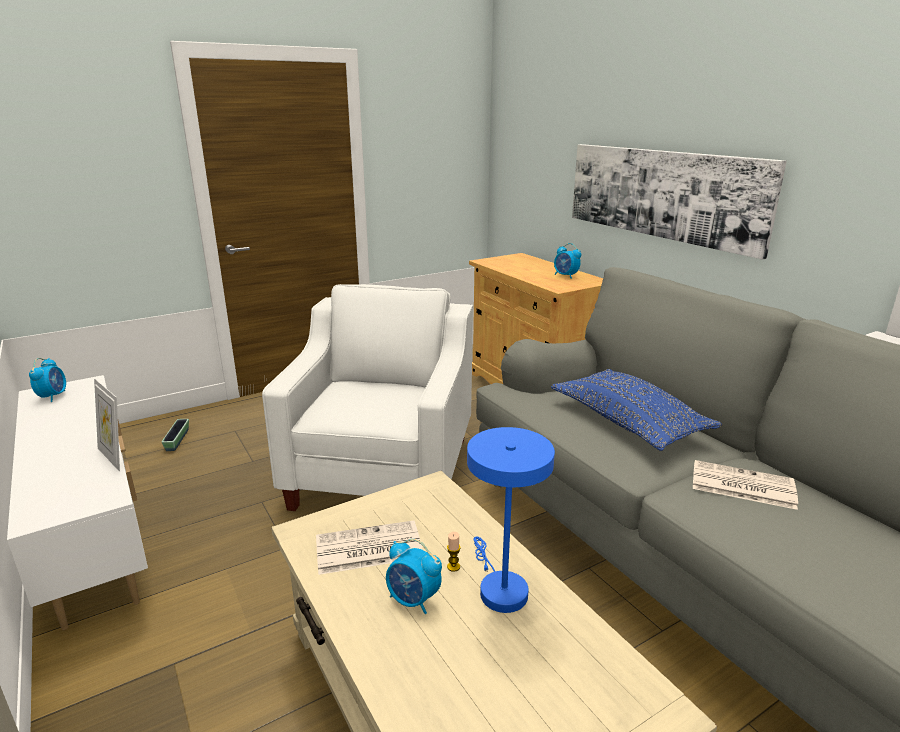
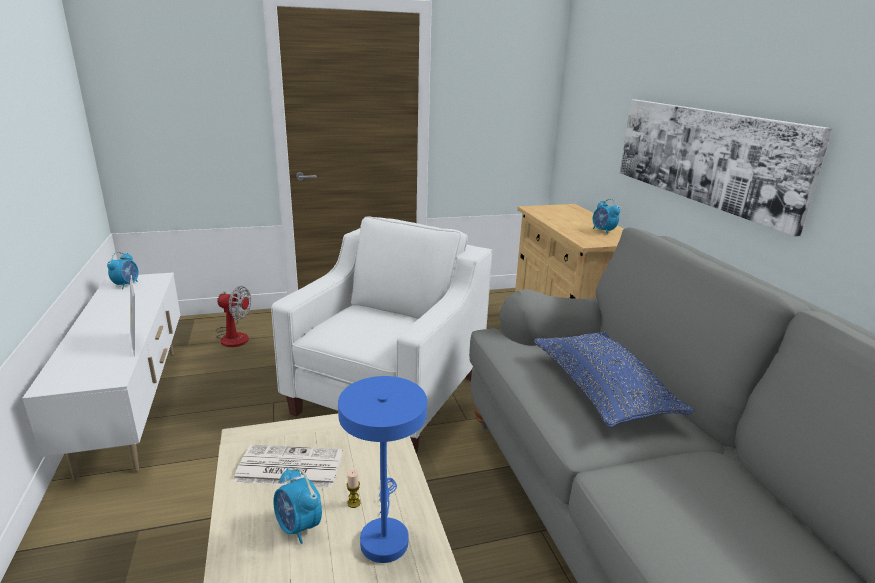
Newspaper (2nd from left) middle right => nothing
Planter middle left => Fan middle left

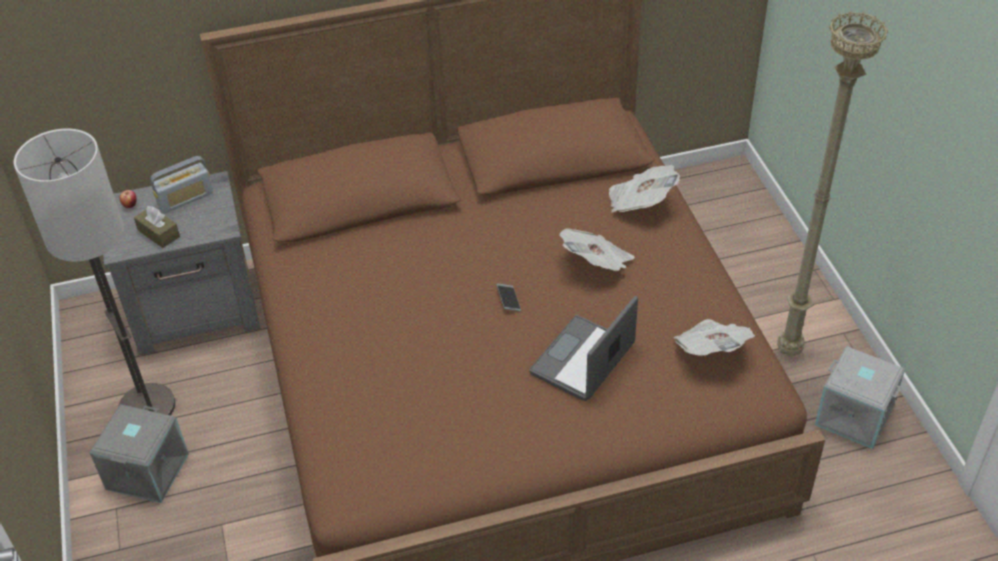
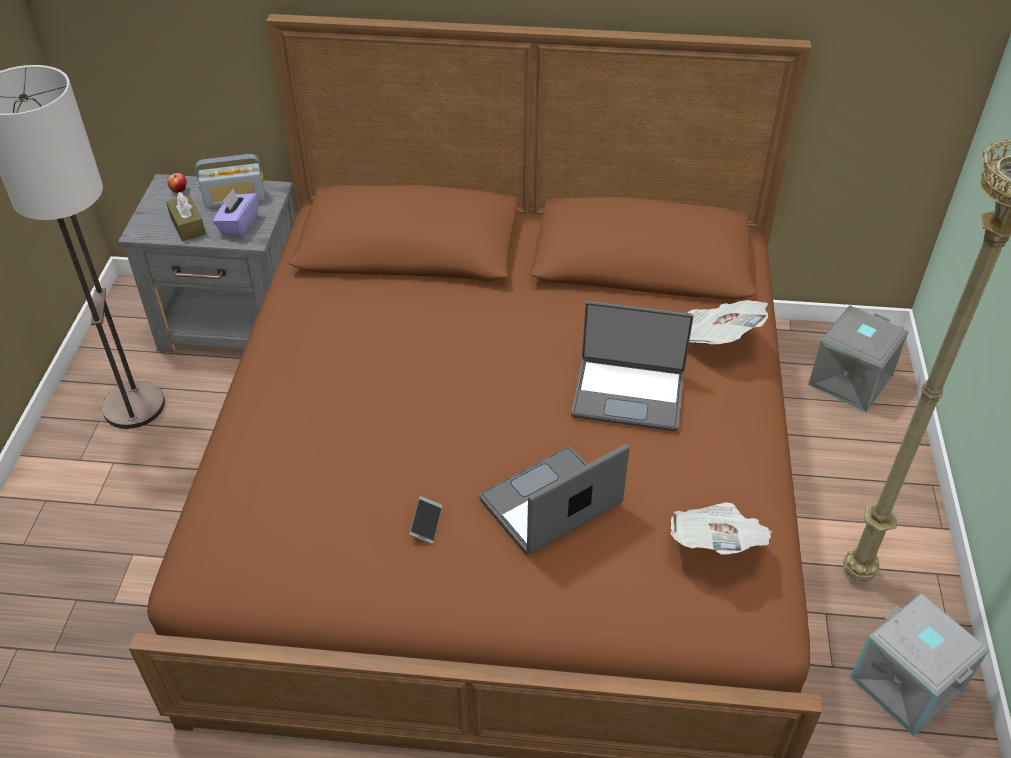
nothing => PurpleTissueBox top left
GreyStorageBox (1st from left) bottom left => GreyStorageBox (1st from left) middle right, move
Phone centre => Phone bottom centre, move
Newspaper (1st from left) centre => Laptop (2nd from left) centre

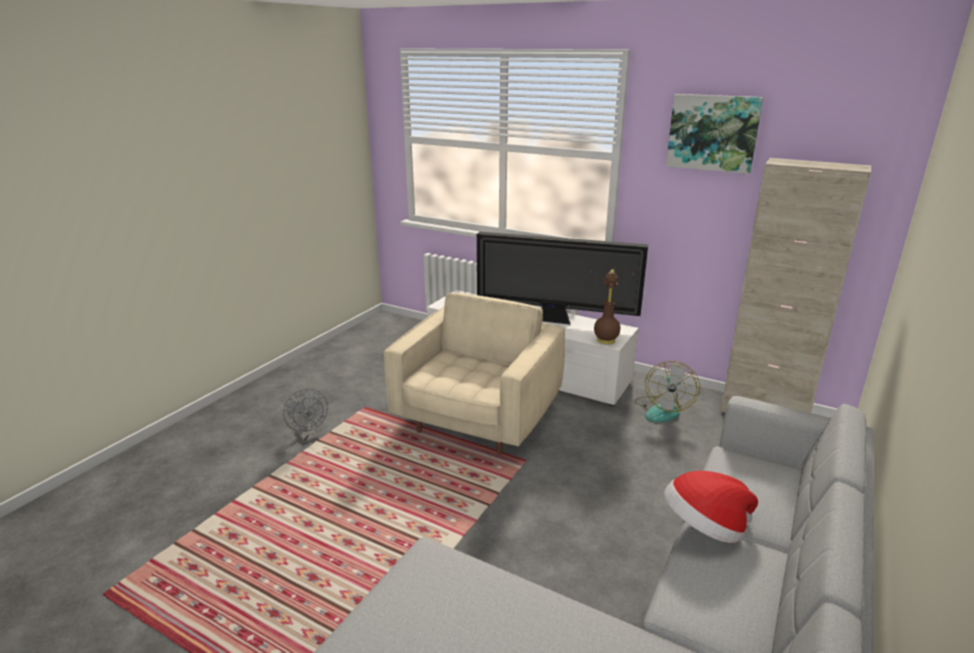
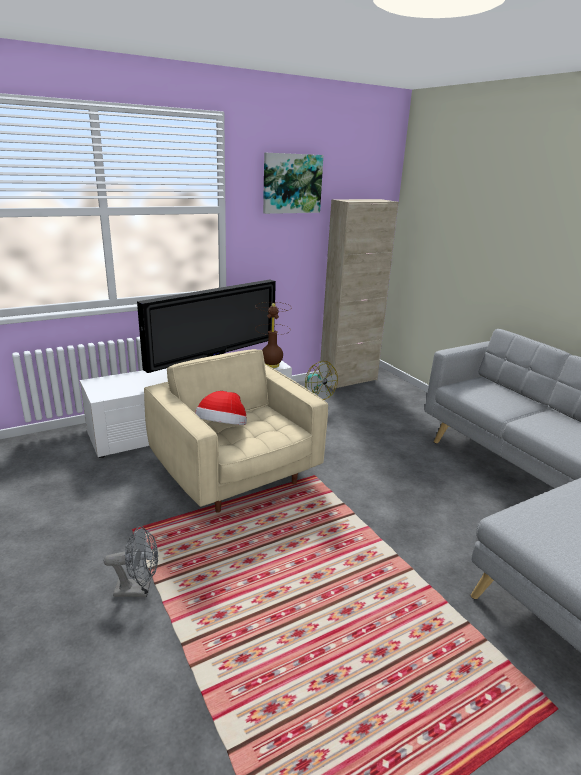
Hat bottom right => Hat centre, move

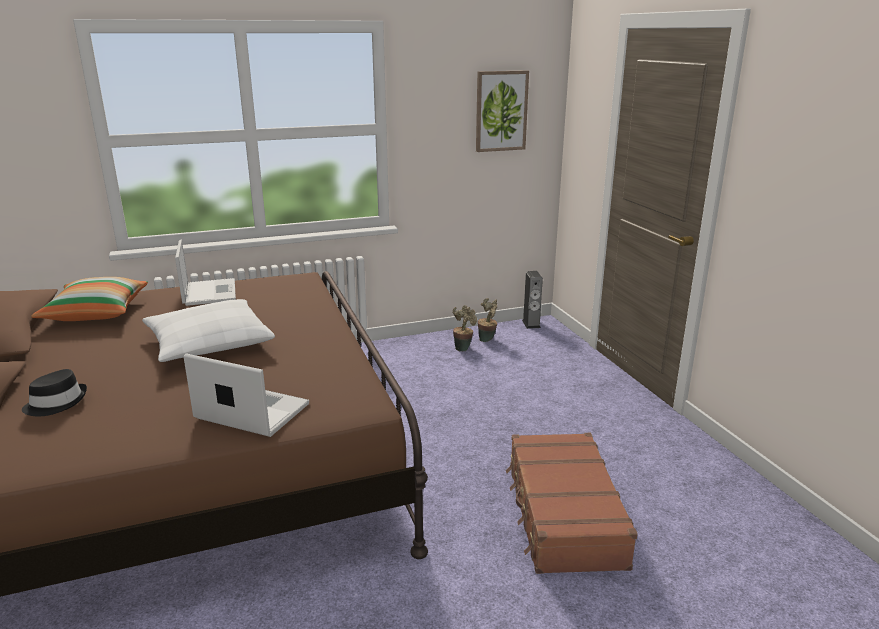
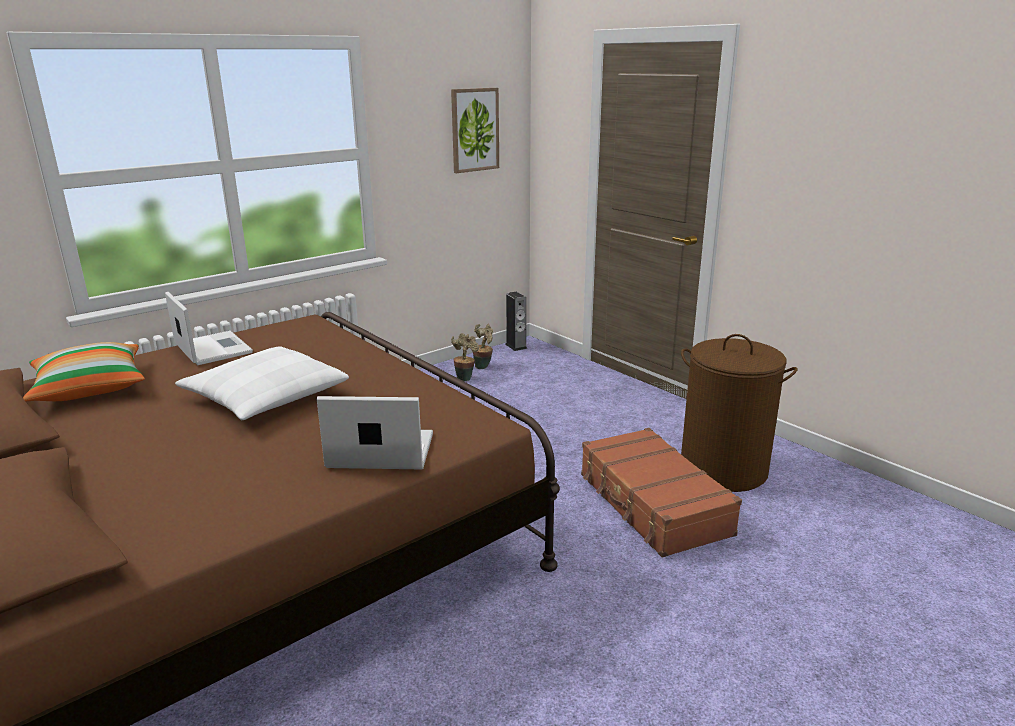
BlackHat middle left => nothing
nothing => BrownLaundryBasket middle right

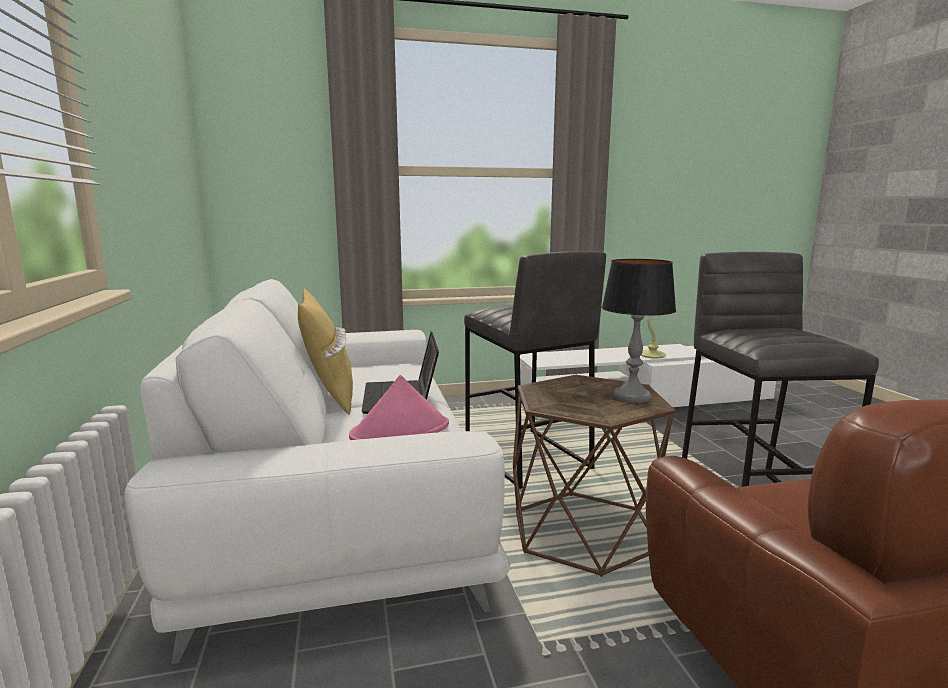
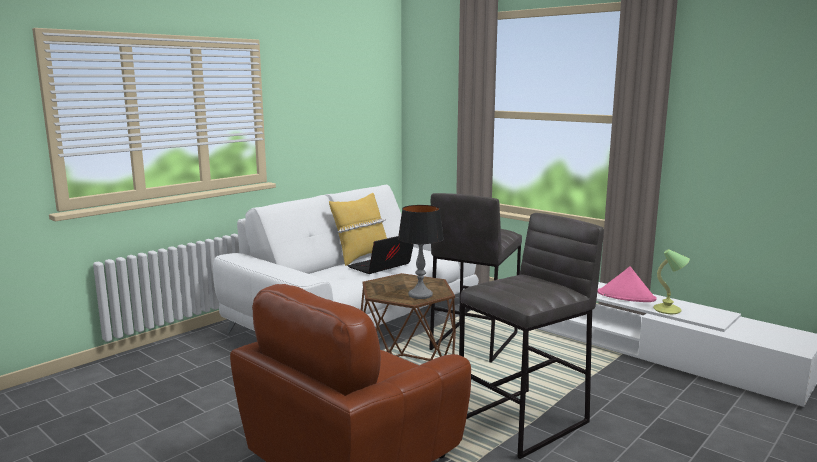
PinkHat centre => PinkHat middle right, move

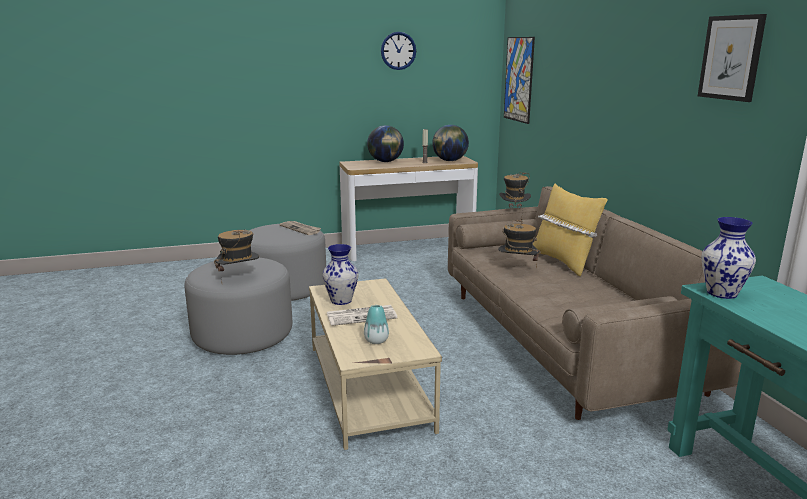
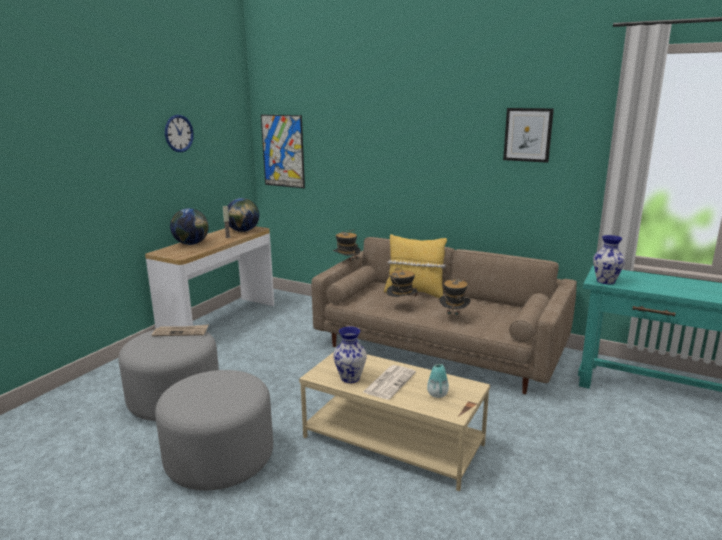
Hat (1st from left in the first image) middle left => Hat (3rd from left) centre, move

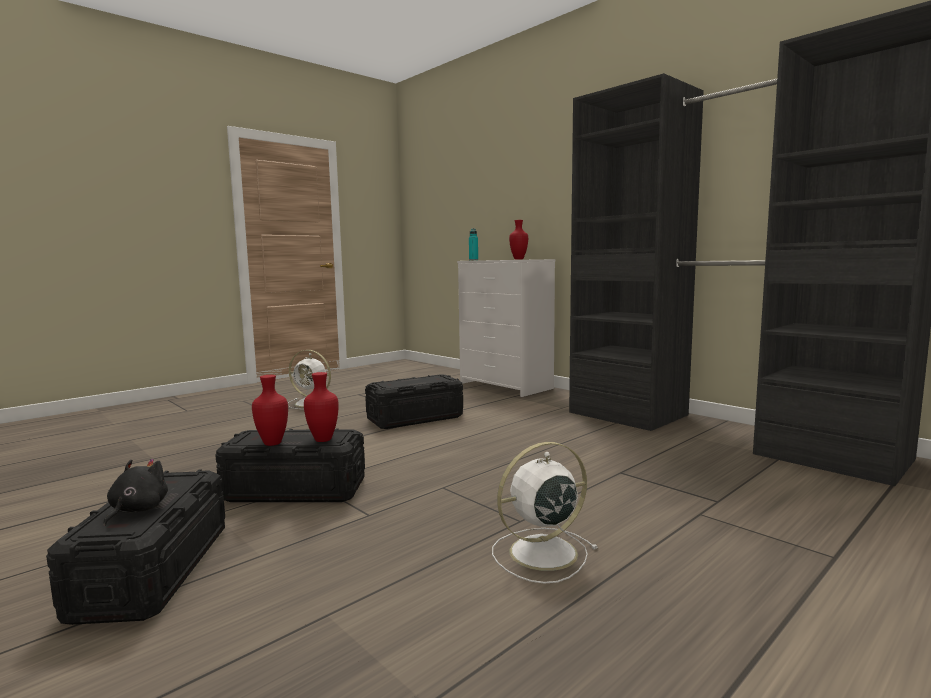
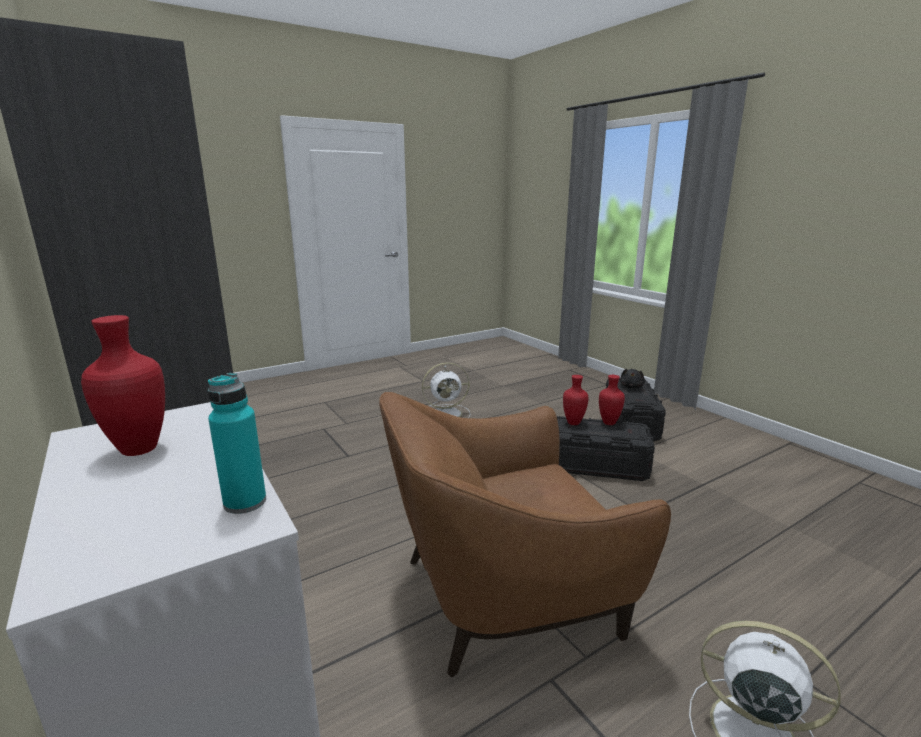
BlackStorageBox (3rd from left) centre => BrownArmchair bottom centre

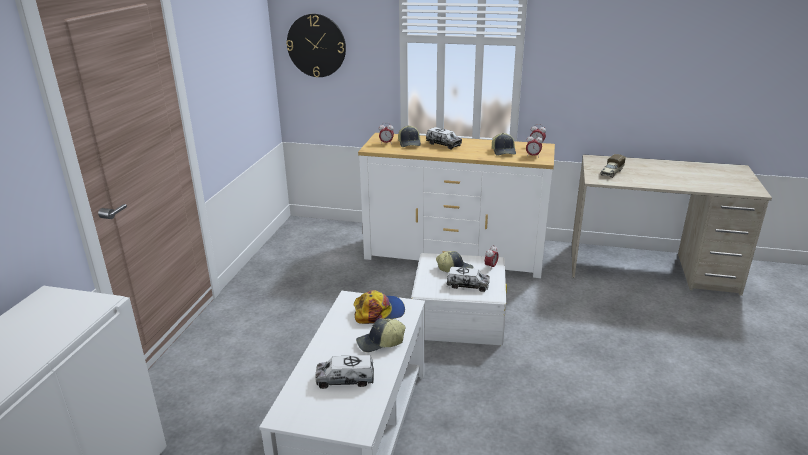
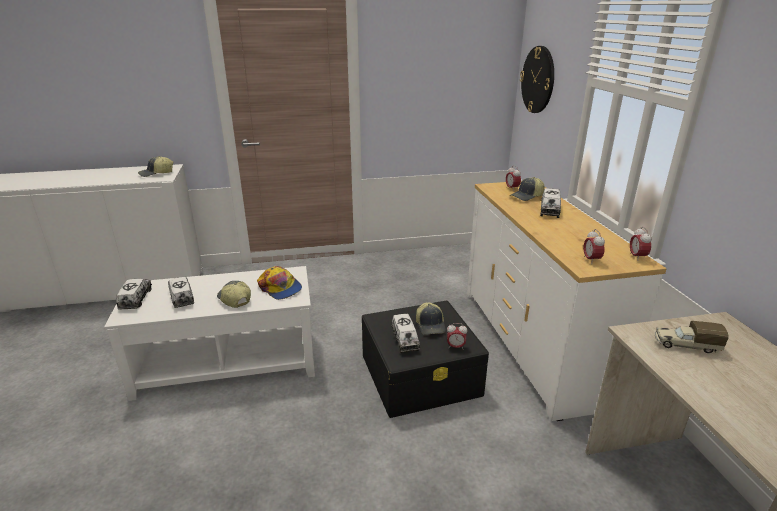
nothing => ToyTruck (1st from left) middle left
Cap (5th from left in the first image) top centre => Cap (1st from left) top left, move
WhiteStorageBox centre => BlackStorageBox bottom centre

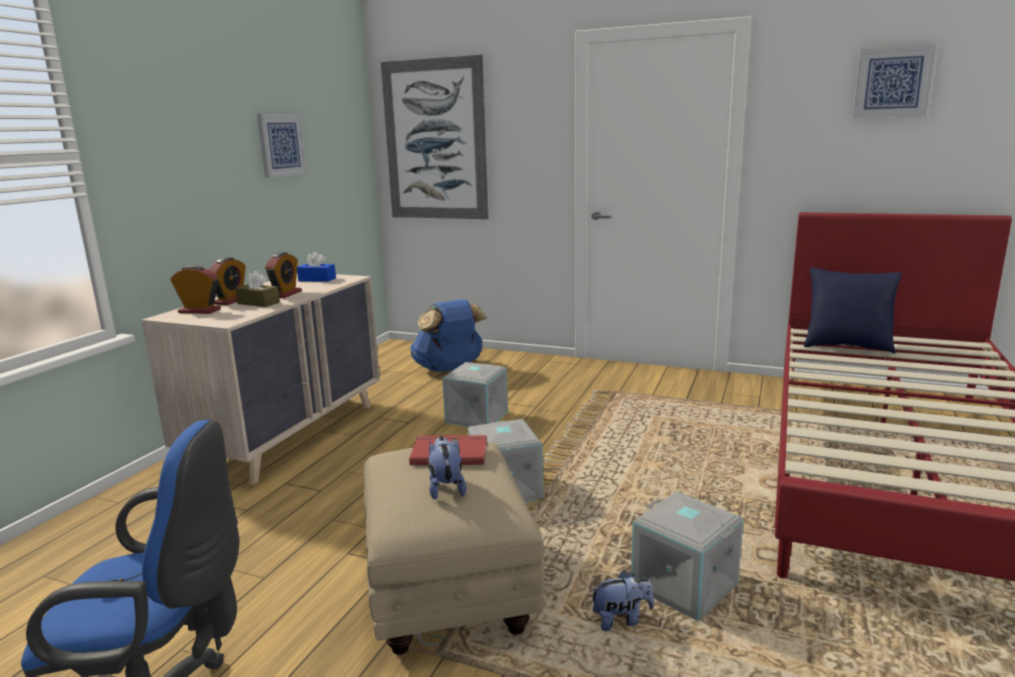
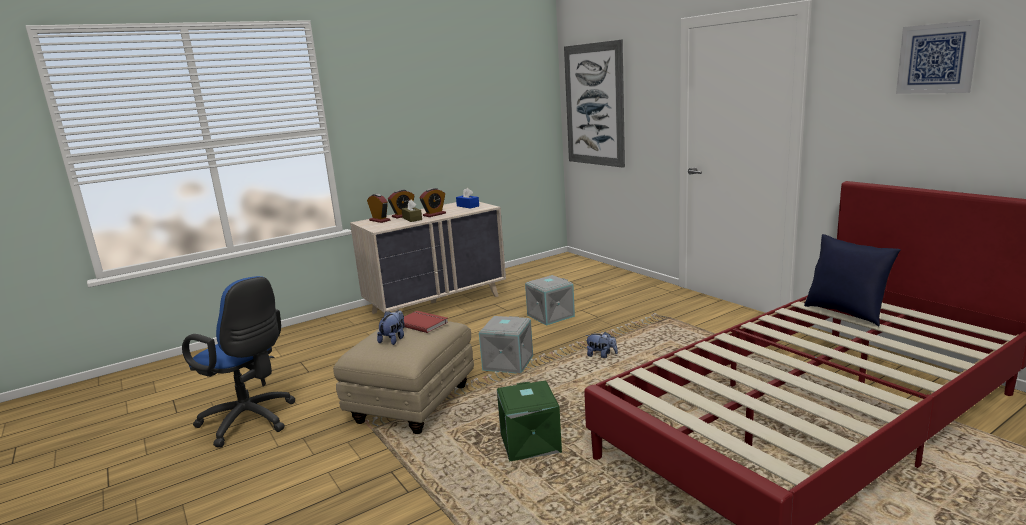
Picture (1st from left) top left => nothing
BlueBackpack centre => nothing
PlushToy (2nd from left) bottom centre => PlushToy (2nd from left) centre, move
GreyStorageBox (3rd from left) bottom right => GreenStorageBox bottom centre

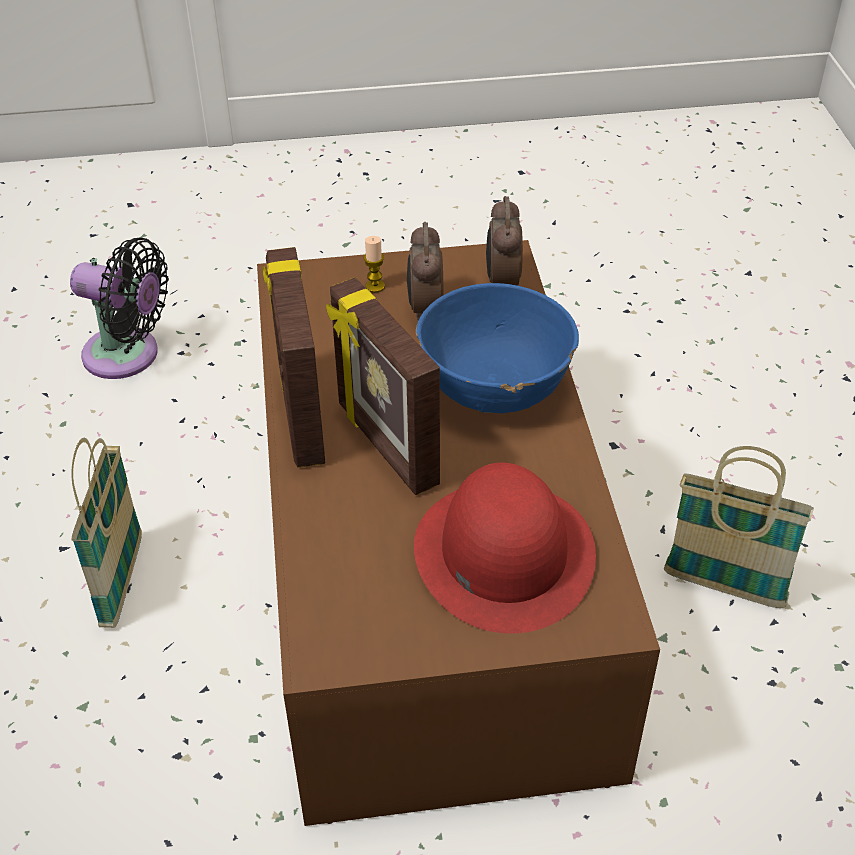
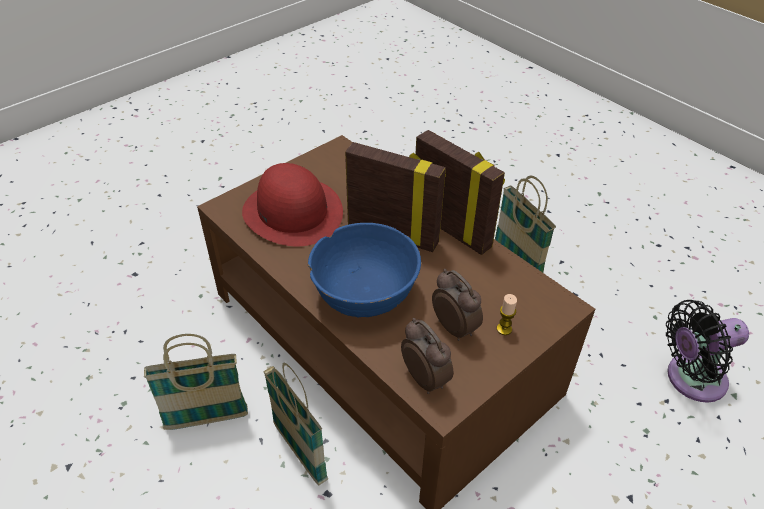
nothing => Basket (2nd from left) bottom centre

